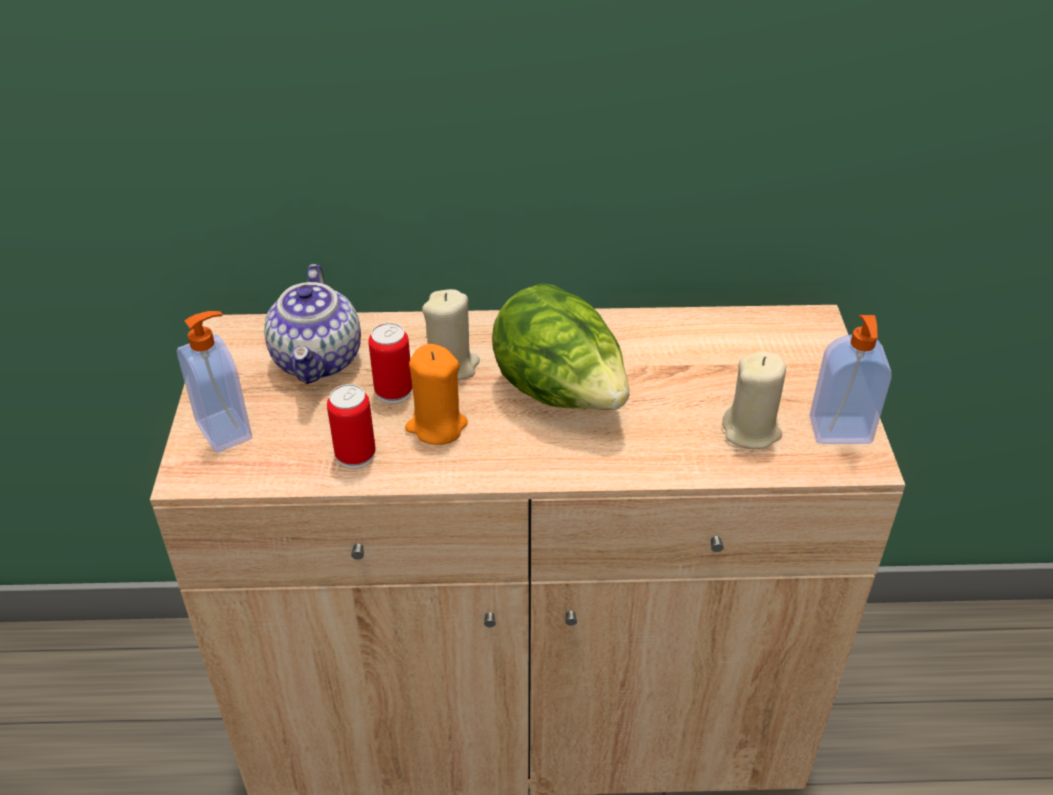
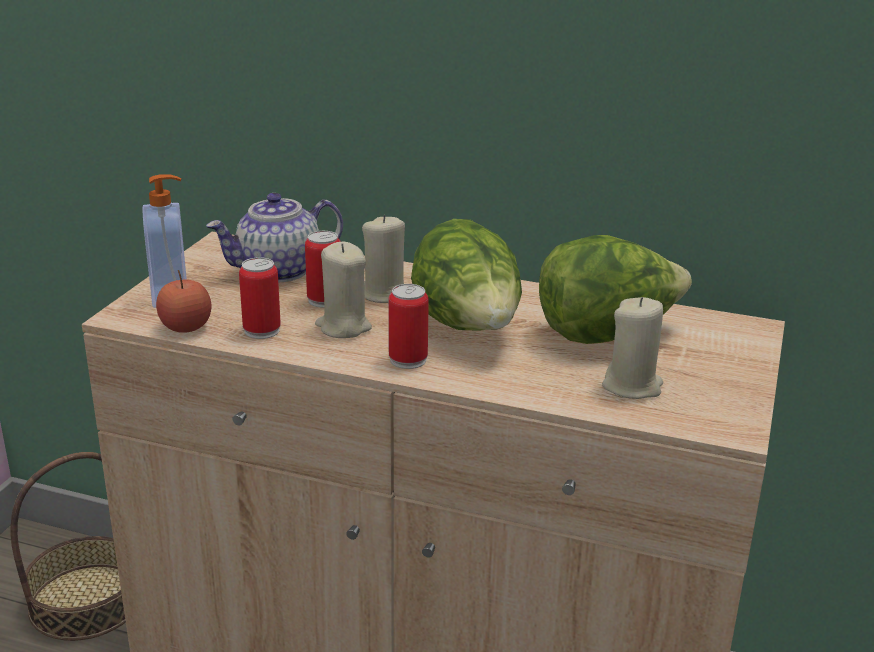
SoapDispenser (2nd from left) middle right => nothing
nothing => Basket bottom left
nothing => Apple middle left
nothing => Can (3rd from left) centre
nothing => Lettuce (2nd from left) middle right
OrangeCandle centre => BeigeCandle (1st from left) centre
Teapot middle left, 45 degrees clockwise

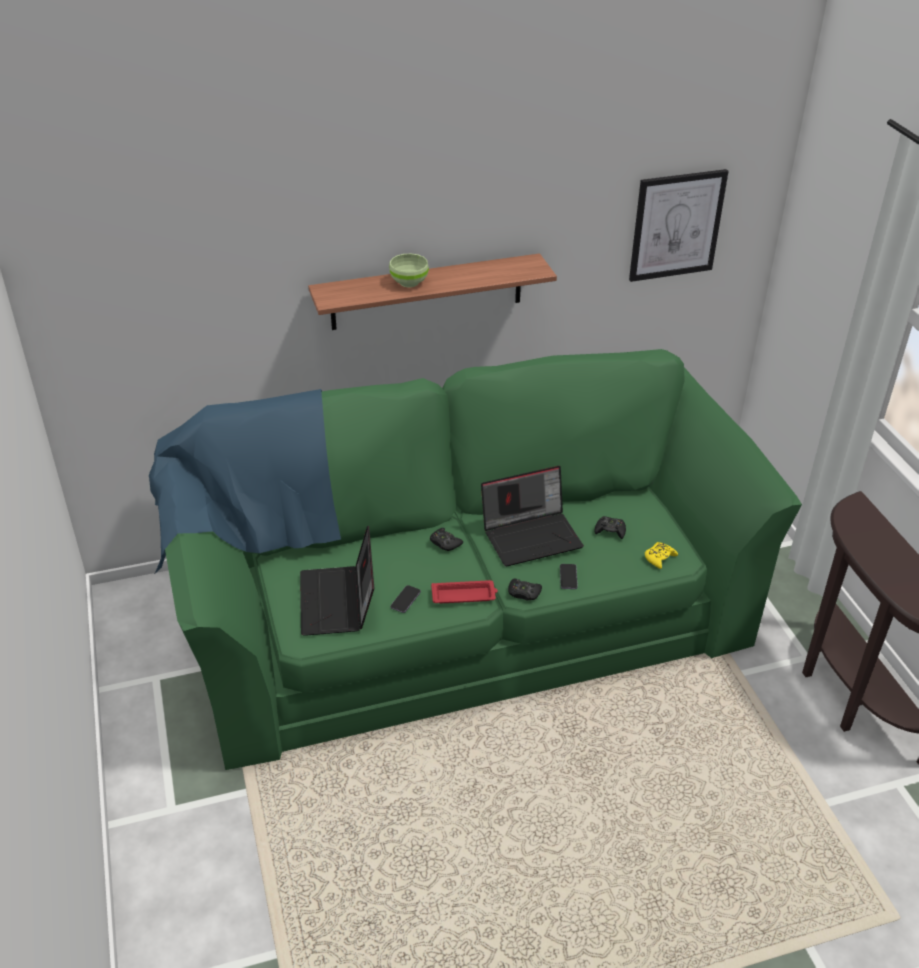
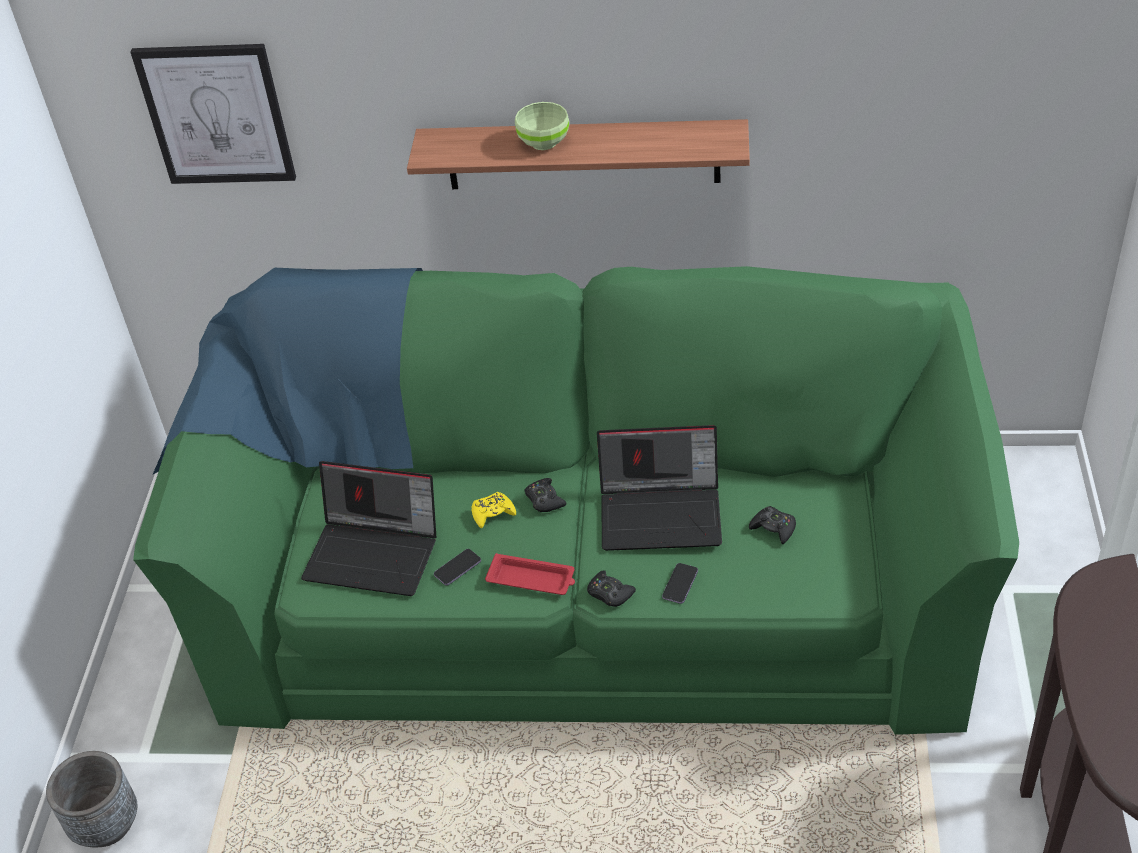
nothing => GreyPlanter bottom left
Picture top right => Picture top left, move
YellowGameController middle right => YellowGameController centre, move
Laptop (1st from left) centre => Laptop (1st from left) middle left, 90 degrees counterclockwise

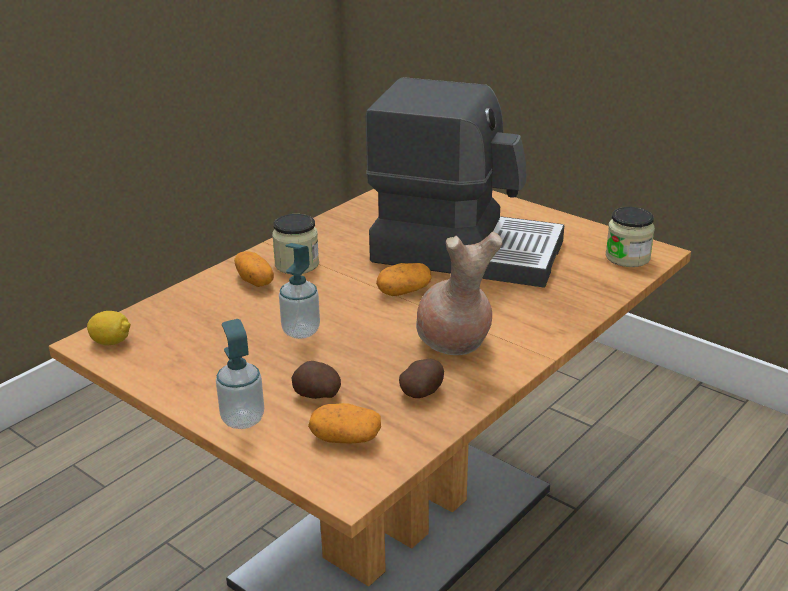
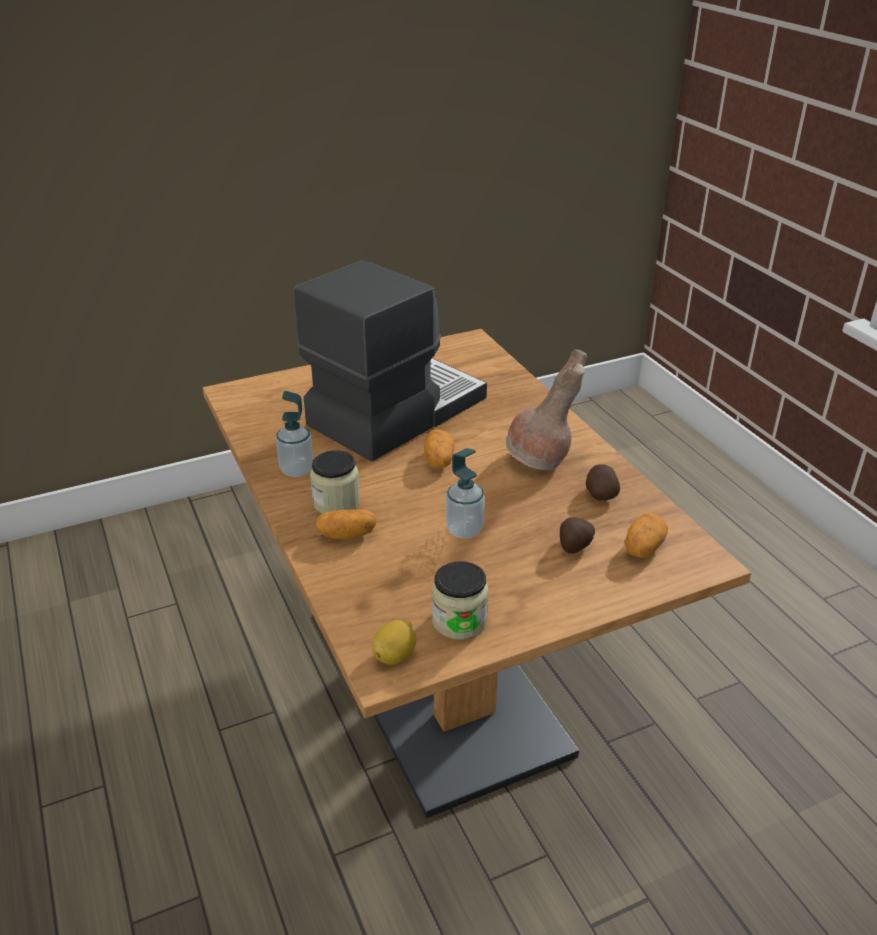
SoapDispenser (1st from left) middle left => SoapDispenser (1st from left) centre, move
Jar (2nd from left) middle right => Jar (2nd from left) centre, move

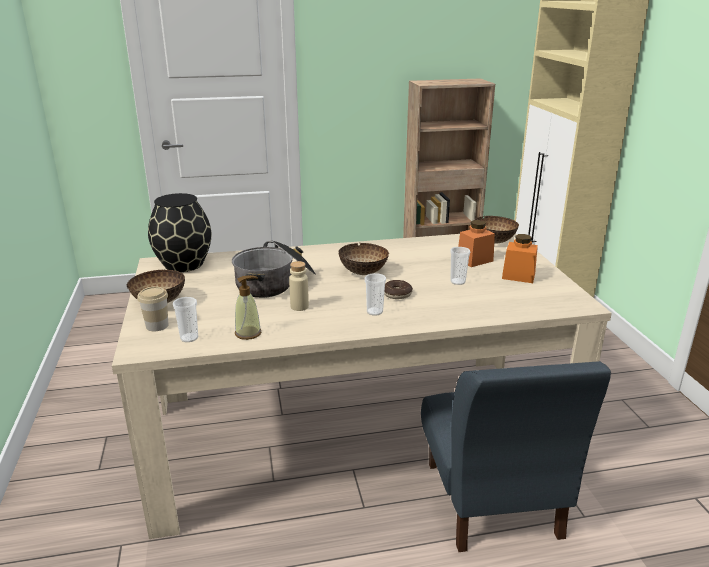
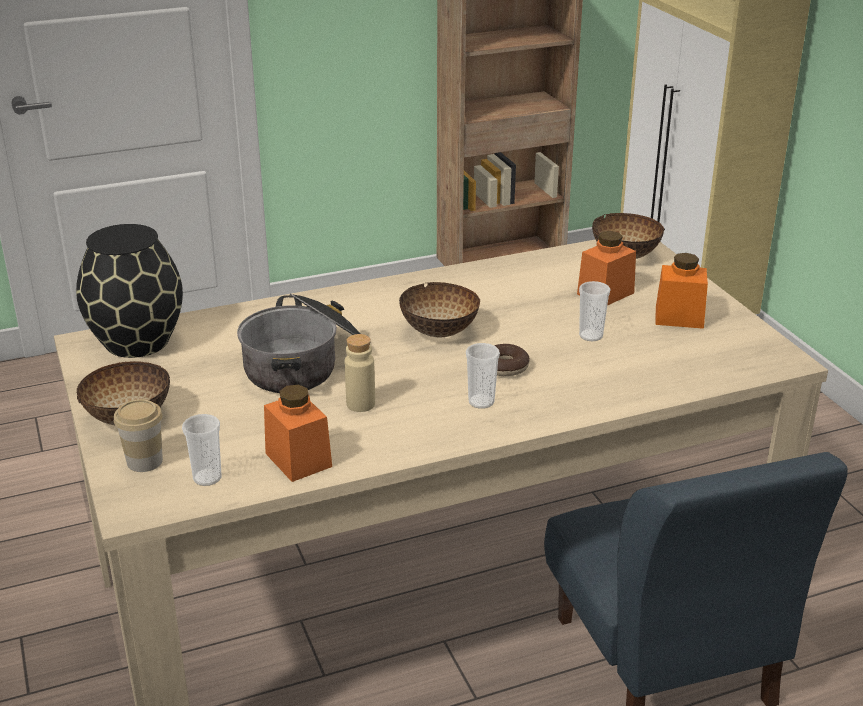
SoapDispenser centre => OrangeJar (1st from left) centre

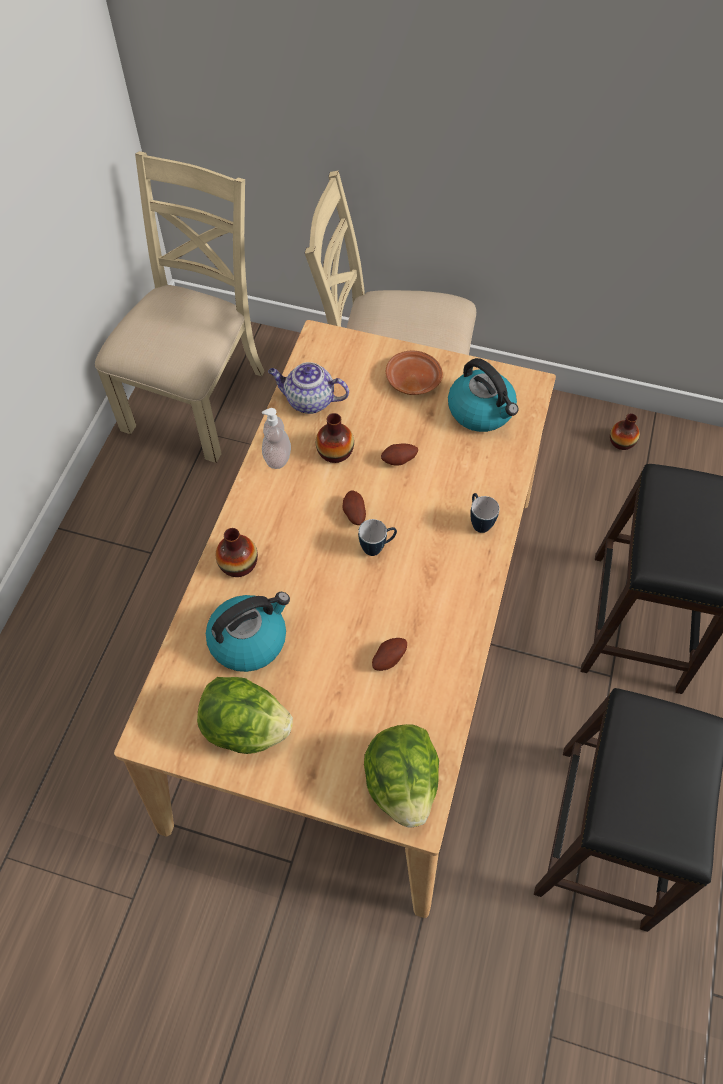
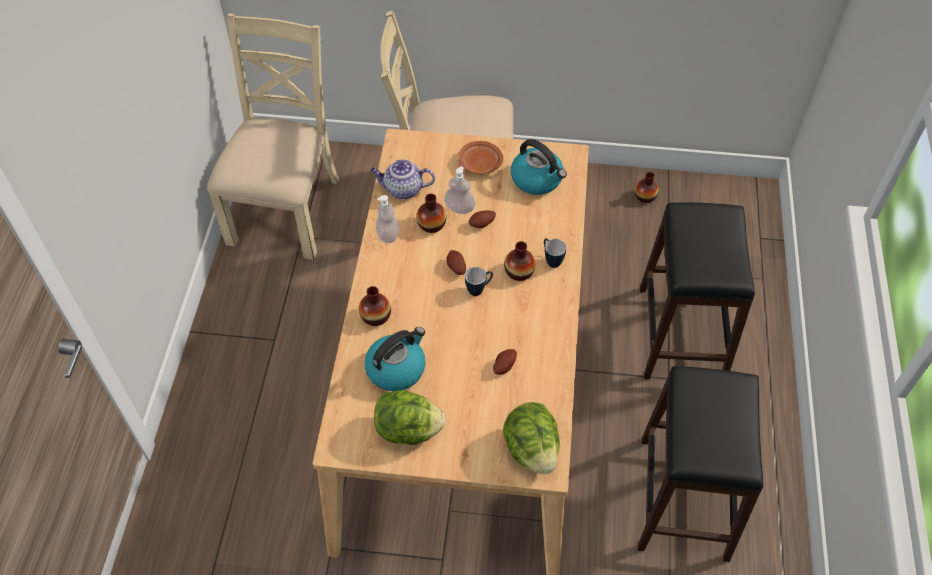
nothing => SoapDispenser (2nd from left) top centre
nothing => Vase (3rd from left) centre

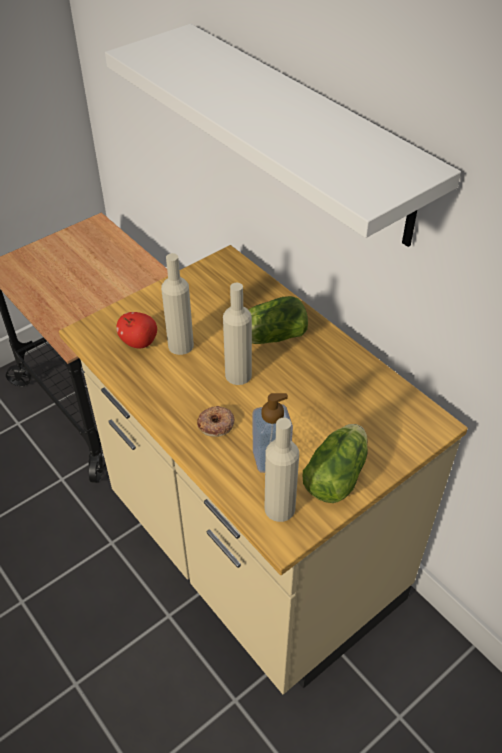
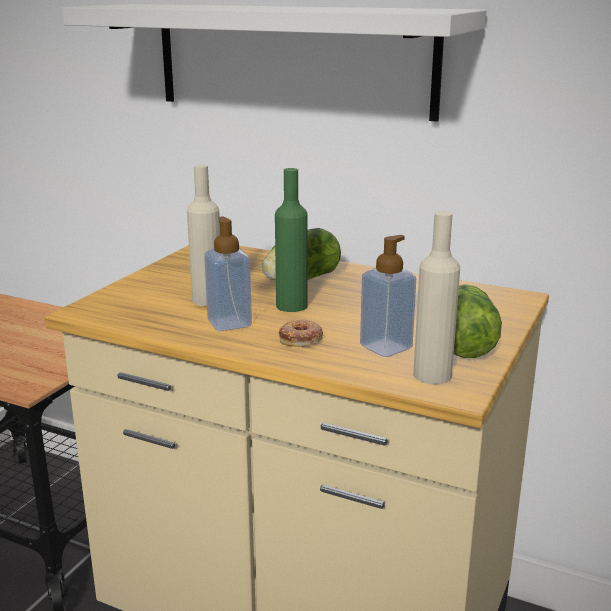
Apple middle left => nothing
nothing => SoapDispenser (1st from left) centre
BeigeBottle (2nd from left) centre => GreenBottle centre

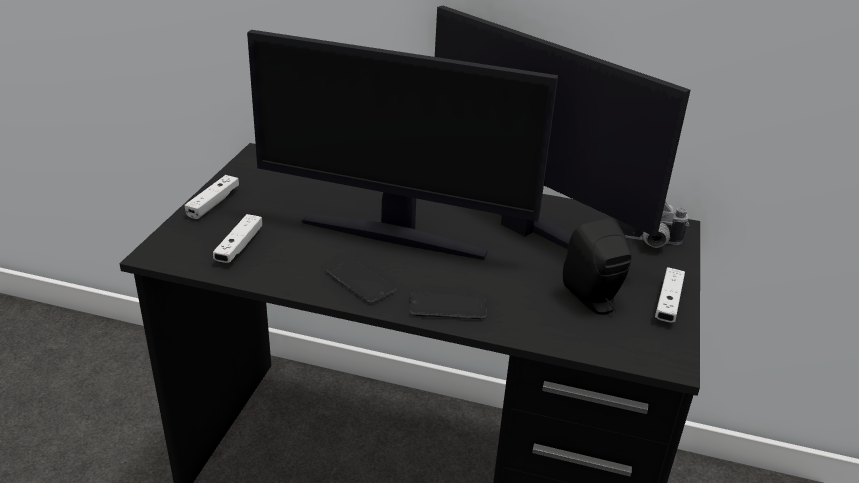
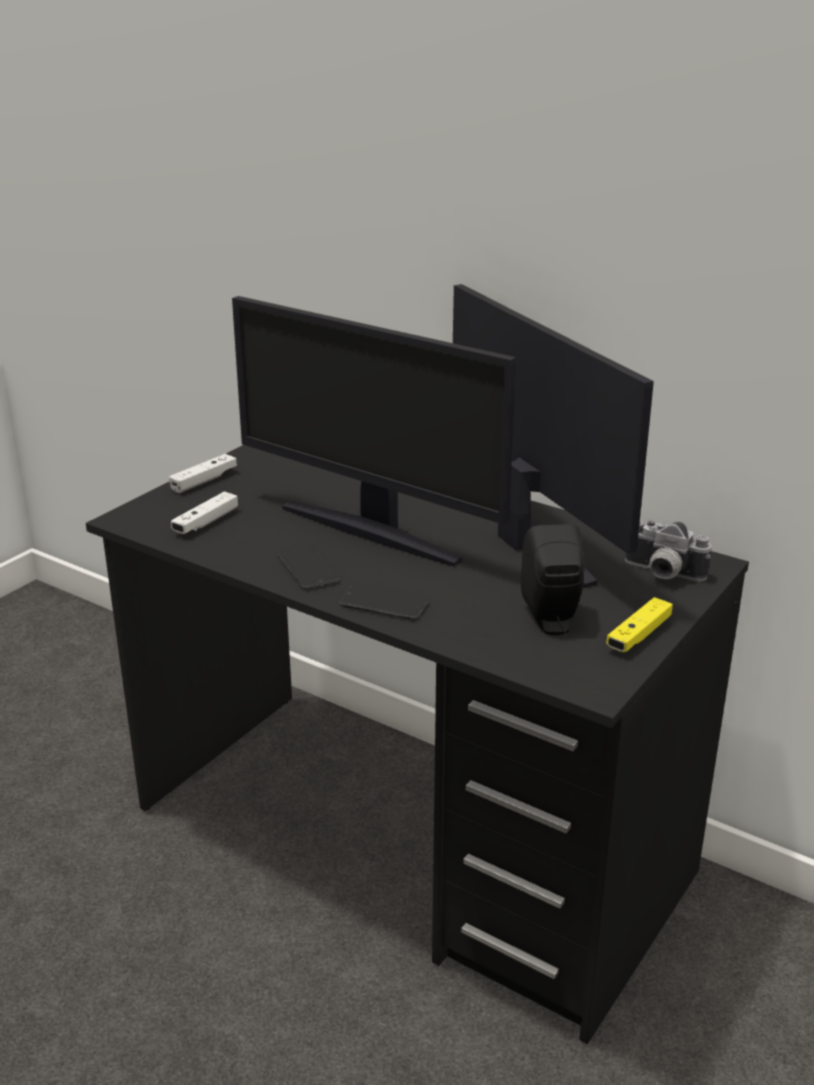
WhiteGameController (3rd from left) middle right => YellowGameController middle right

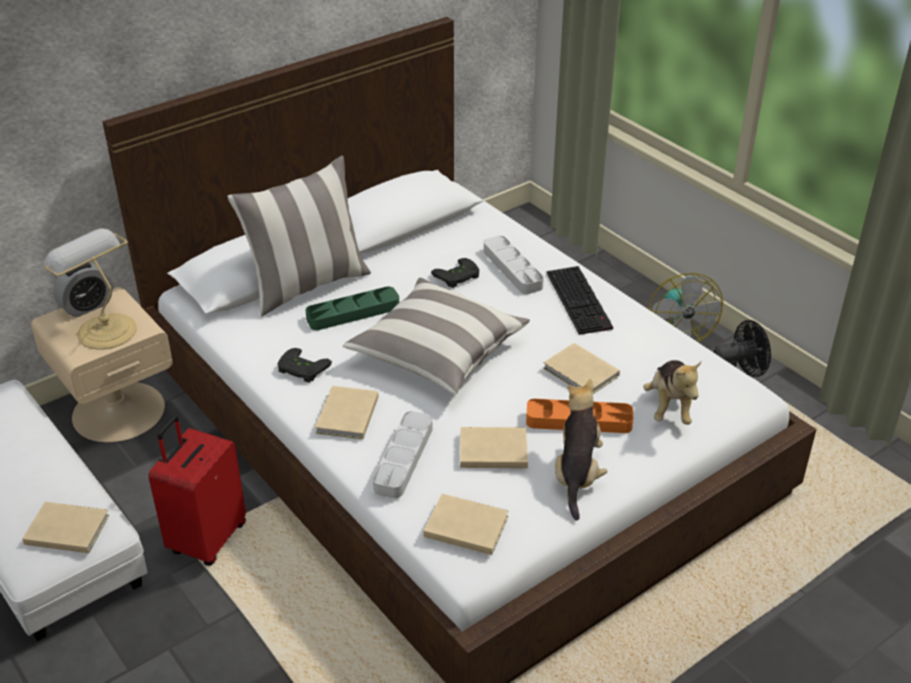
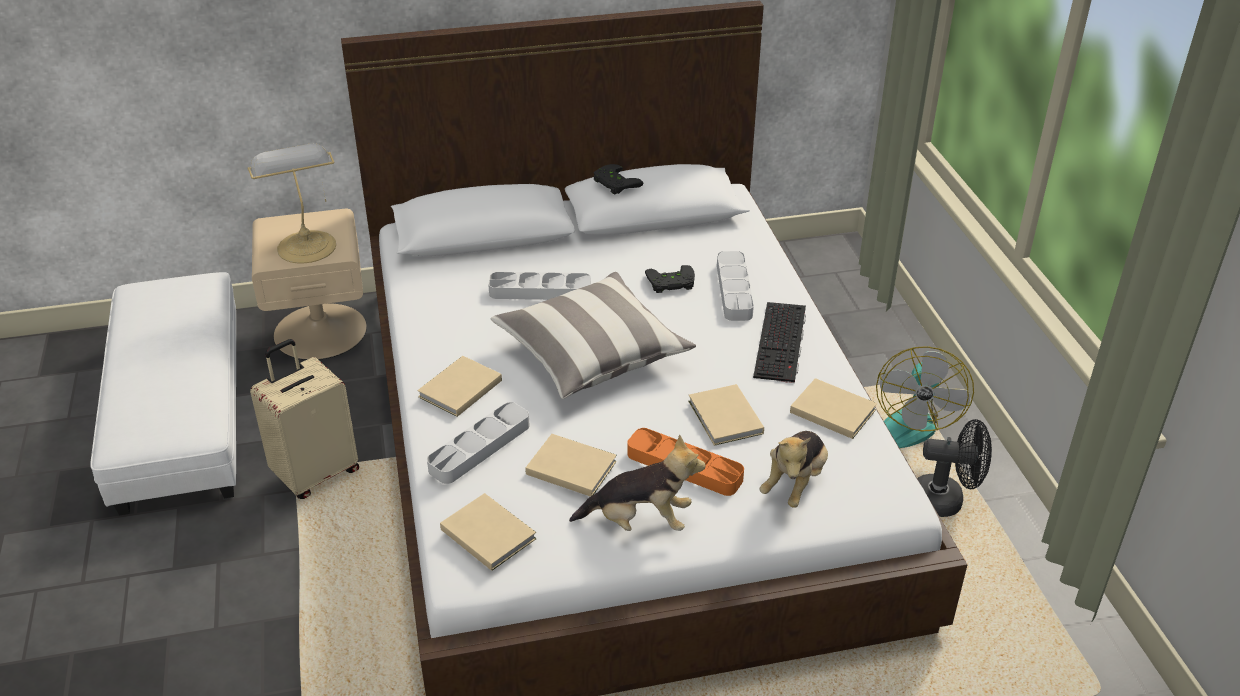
AlarmClock middle left => nothing
Pillow (1st from left) middle left => nothing
BeigeBook (1st from left in the first image) bottom left => BeigeBook (5th from left) middle right, move
BlackGameController (1st from left) centre => BlackGameController (1st from left) top centre, move
RedSuitcase bottom left => BeigeSuitcase middle left
GreenTray centre => GreyTray (2nd from left) centre
PlushToy (1st from left) centre => PlushToy (1st from left) bottom centre, 60 degrees clockwise

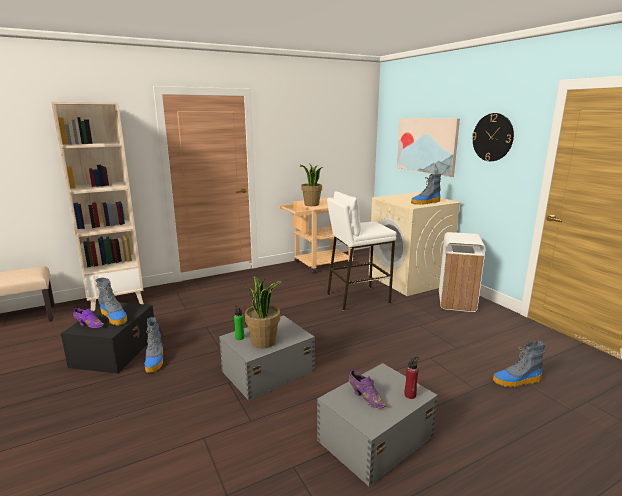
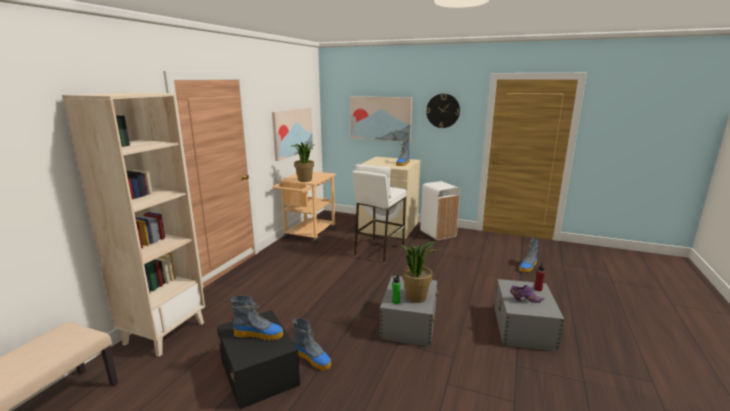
PurpleShoe (1st from left) middle left => nothing
nothing => Picture (1st from left) top centre

